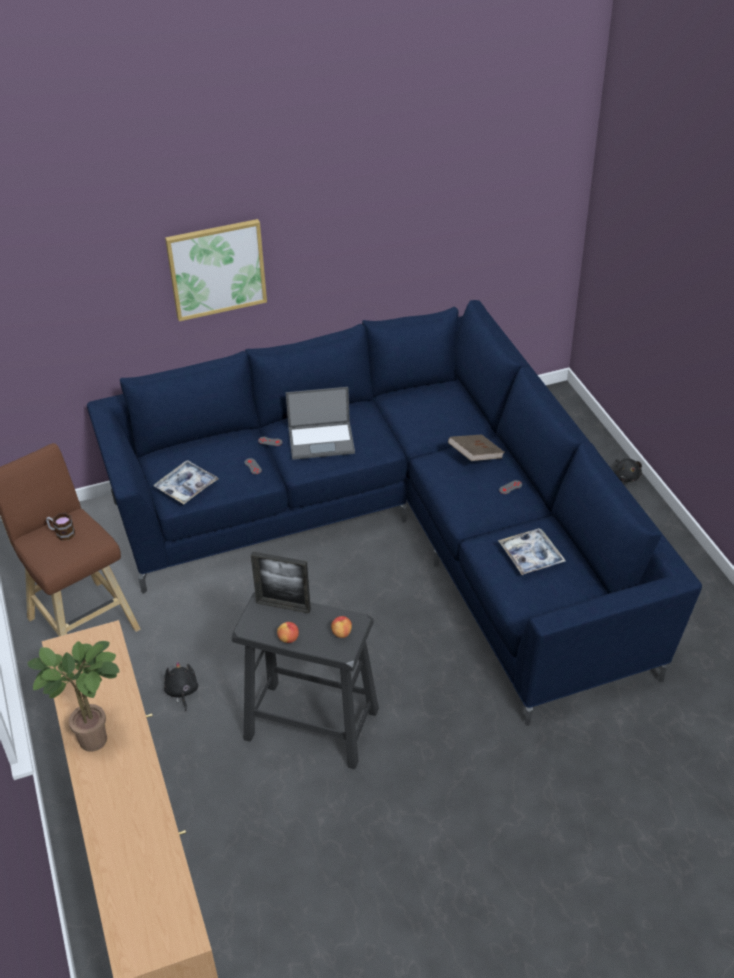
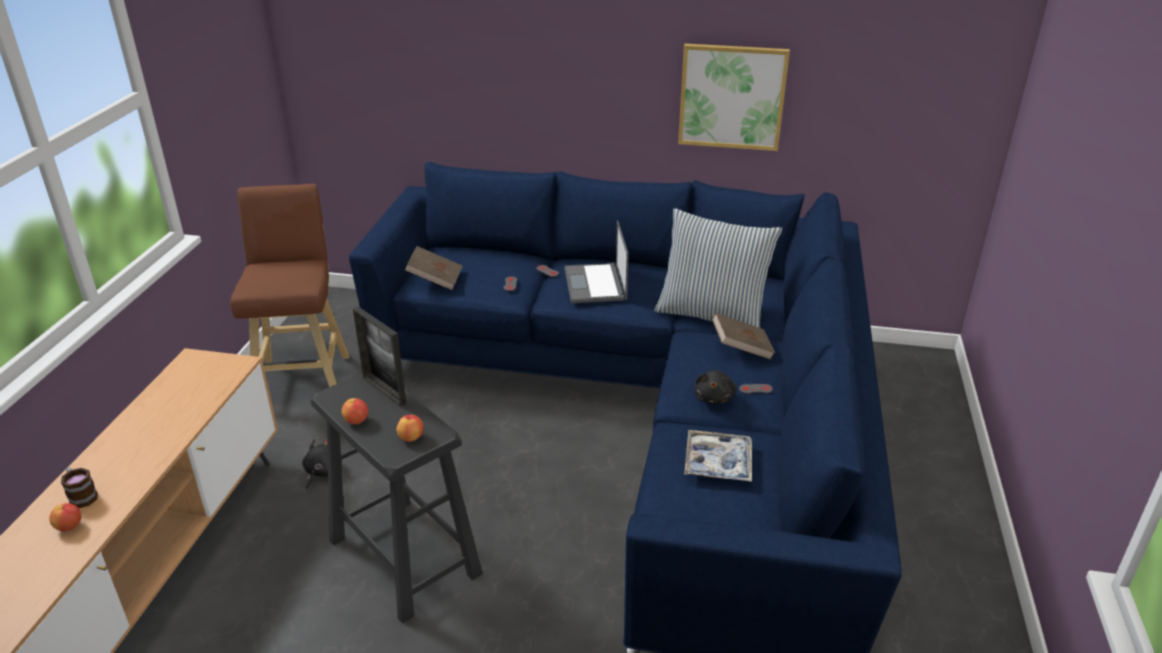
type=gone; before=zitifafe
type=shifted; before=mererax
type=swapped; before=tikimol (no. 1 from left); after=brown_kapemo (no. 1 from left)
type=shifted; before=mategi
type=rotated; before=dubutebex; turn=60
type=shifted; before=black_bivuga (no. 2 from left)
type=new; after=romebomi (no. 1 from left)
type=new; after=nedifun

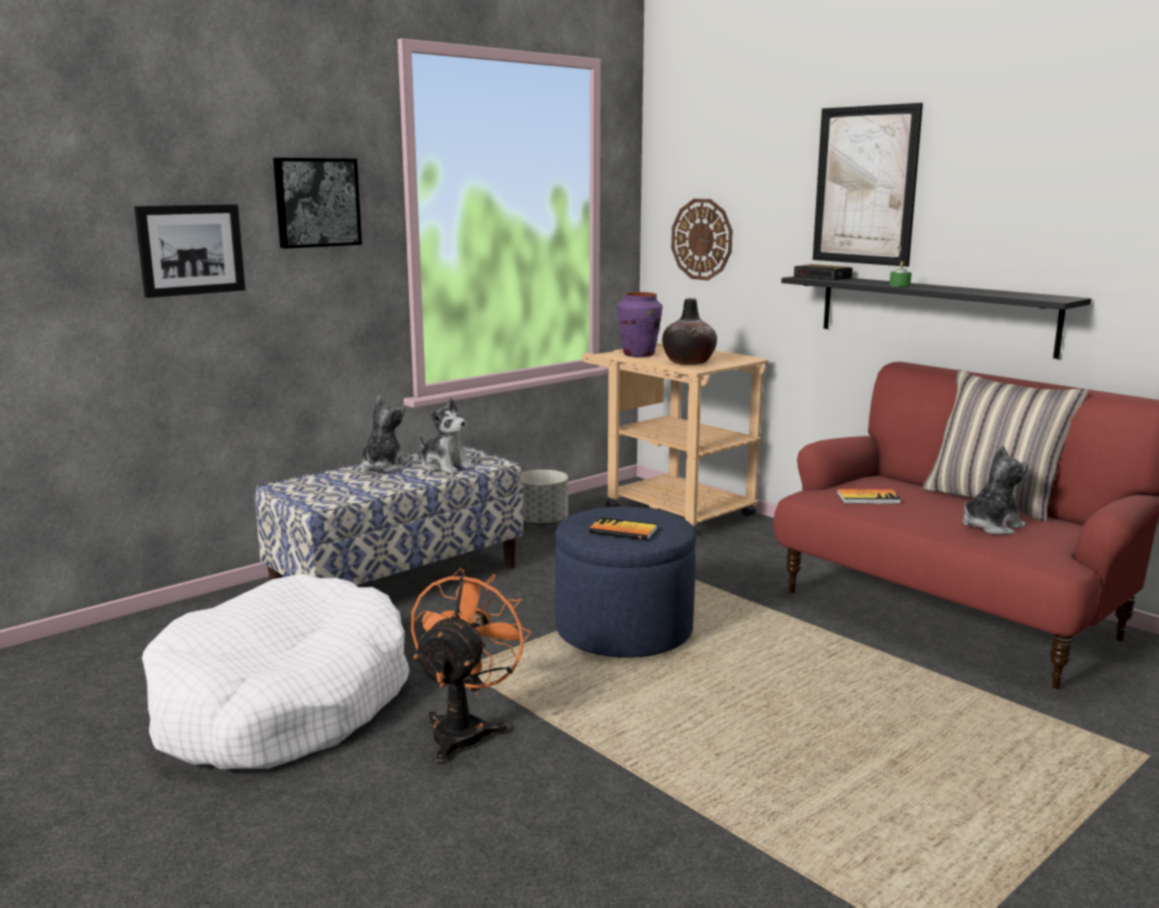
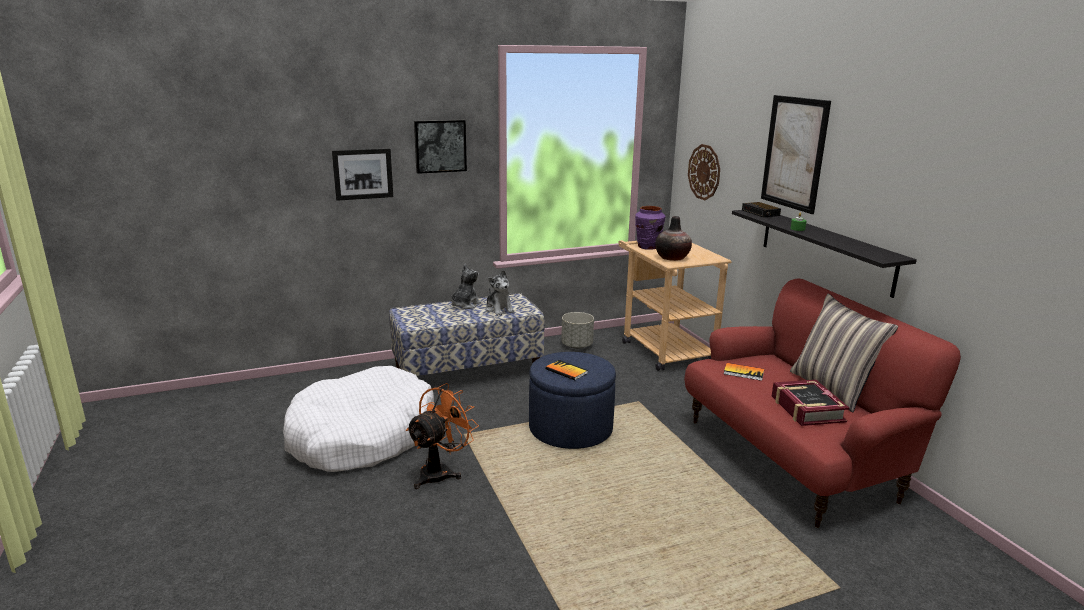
type=swapped; before=bivuga (no. 3 from left); after=kapemo (no. 3 from left)

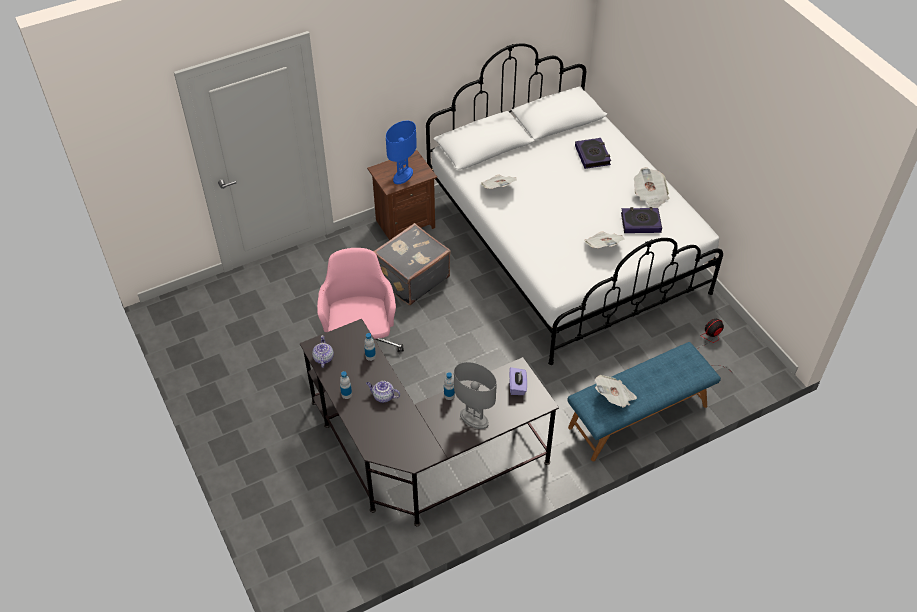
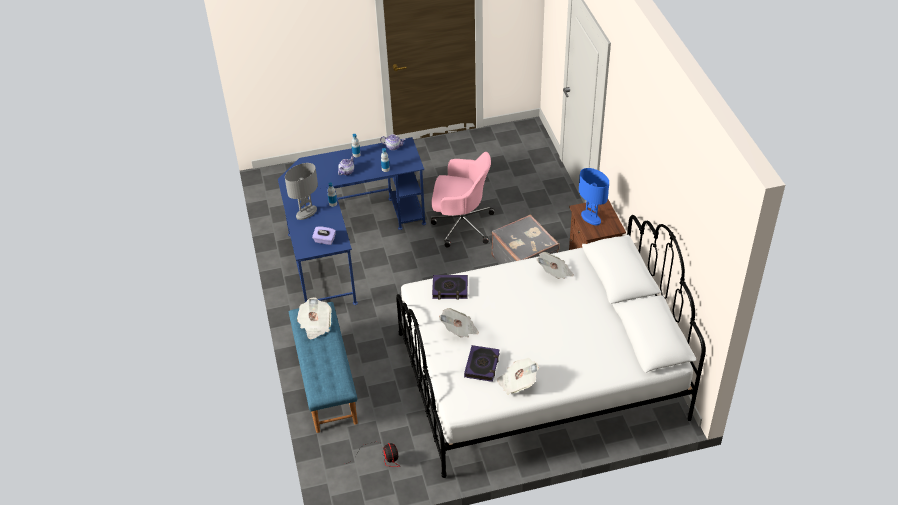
type=repainted; before=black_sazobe; after=blue_sazobe
type=shifted; before=kapemo (no. 1 from left)

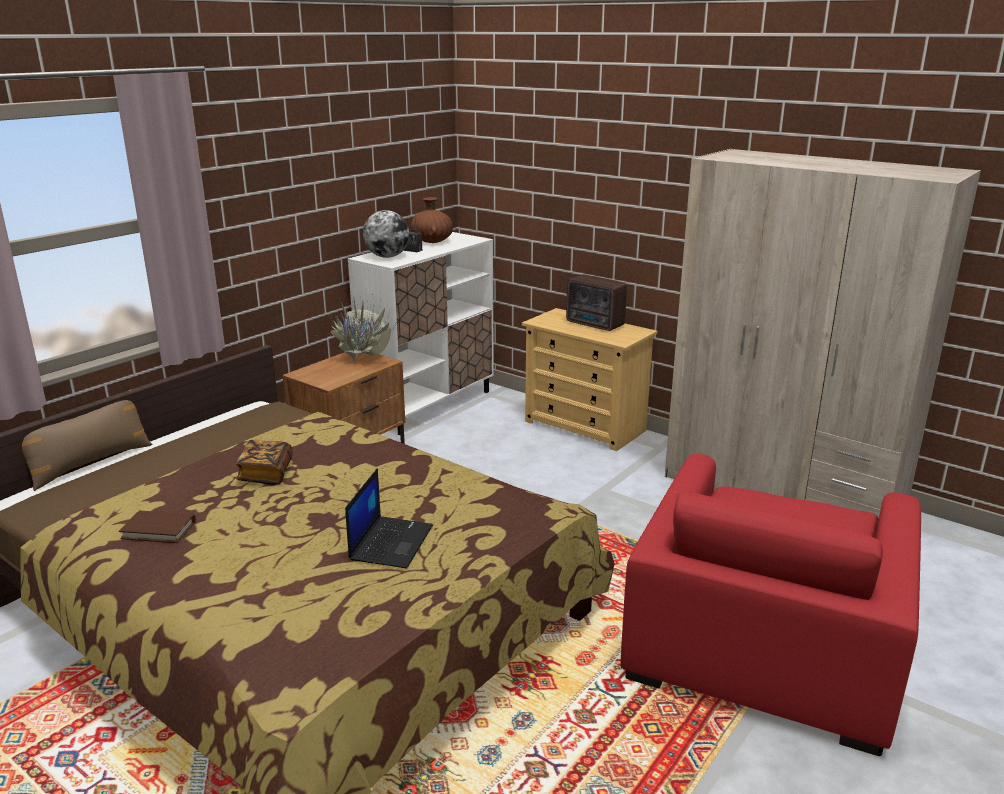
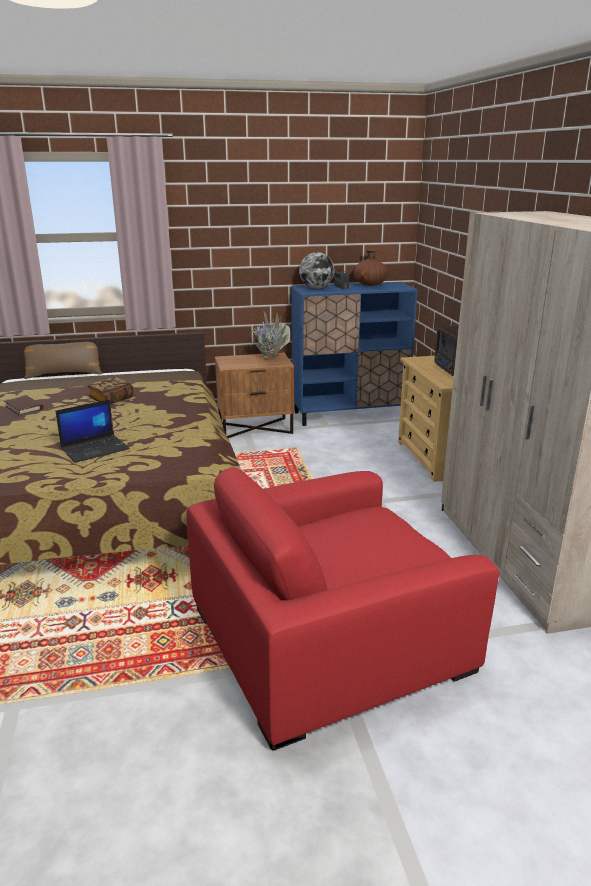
type=repainted; before=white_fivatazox; after=blue_fivatazox

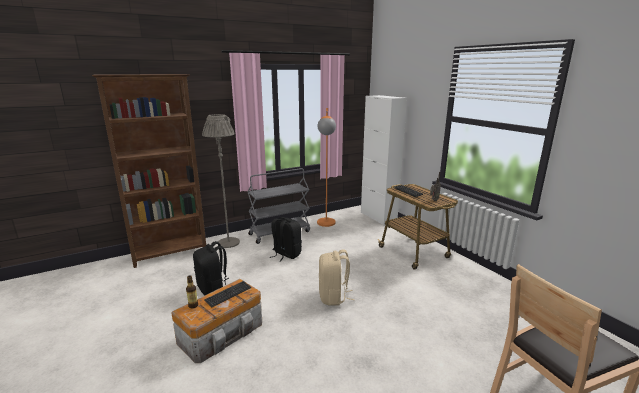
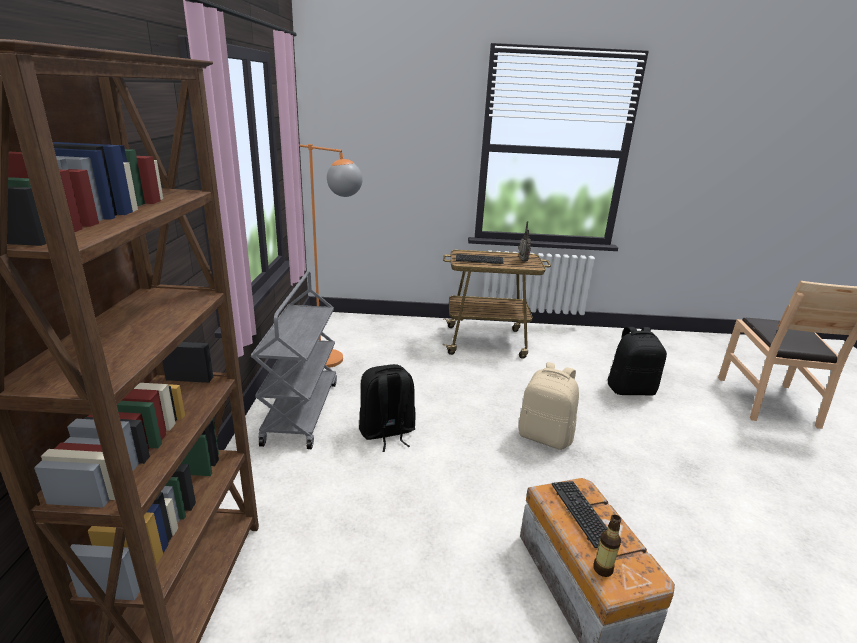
type=shifted; before=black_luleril (no. 1 from left in the first image); after=black_luleril (no. 2 from left)
type=gone; before=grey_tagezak
type=gone; before=white_fivatazox

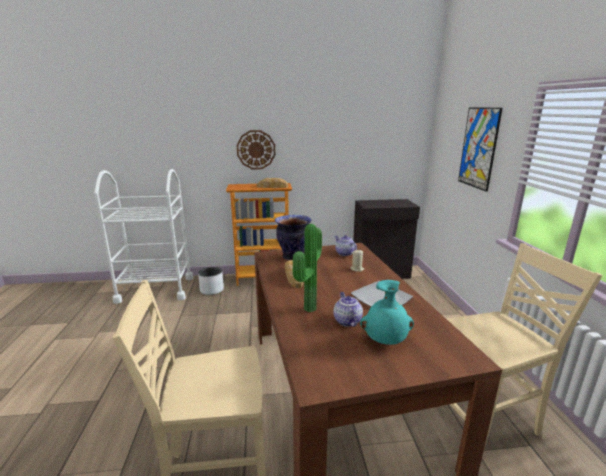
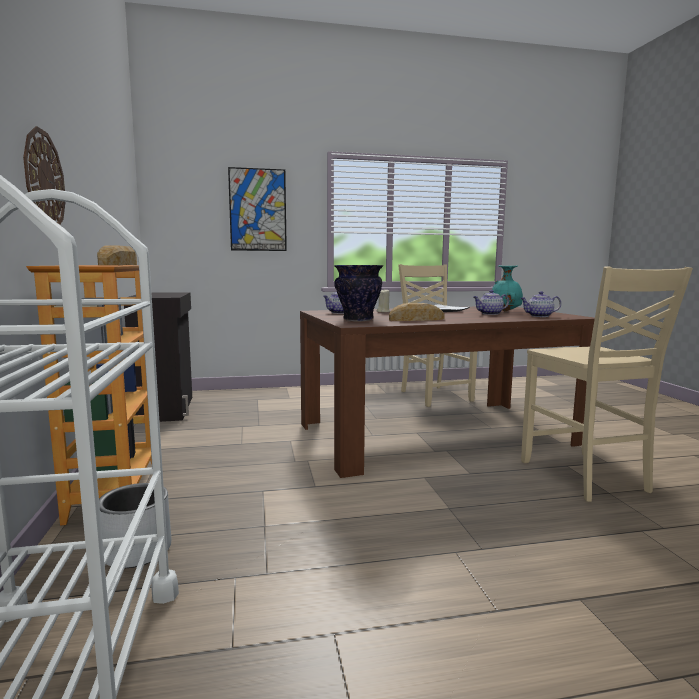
type=gone; before=zitifafe
type=new; after=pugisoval (no. 3 from left)

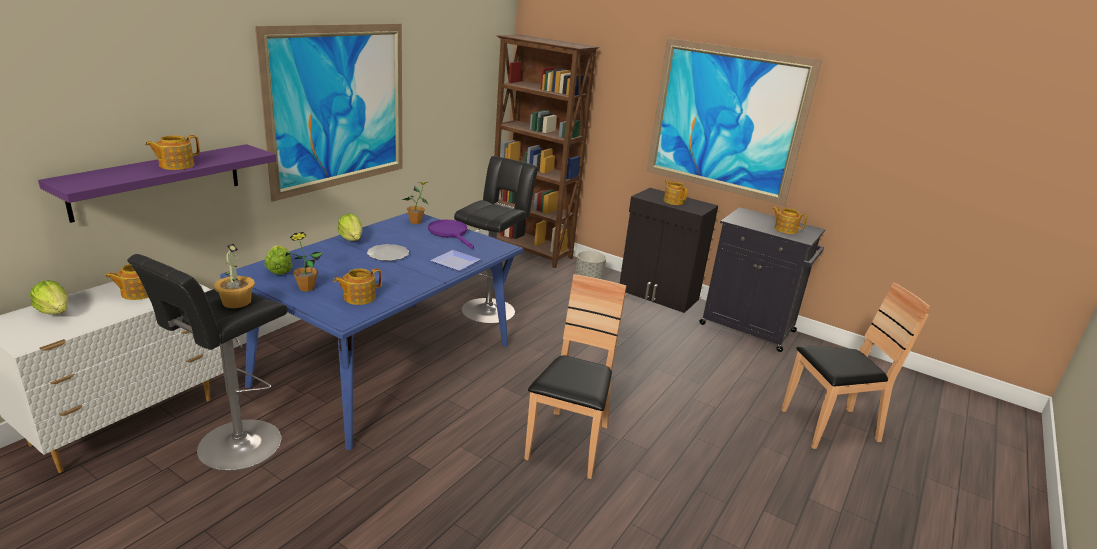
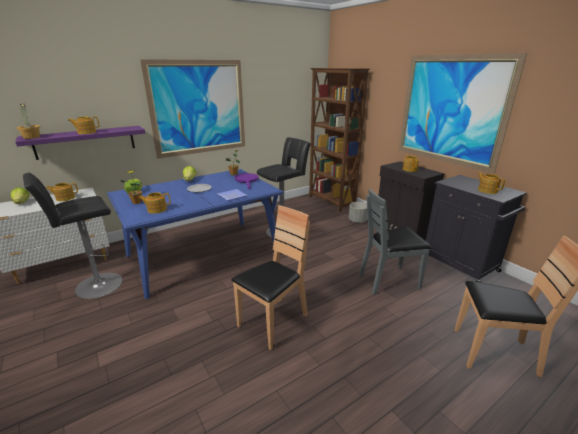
type=shifted; before=zitifafe (no. 1 from left)
type=new; after=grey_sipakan

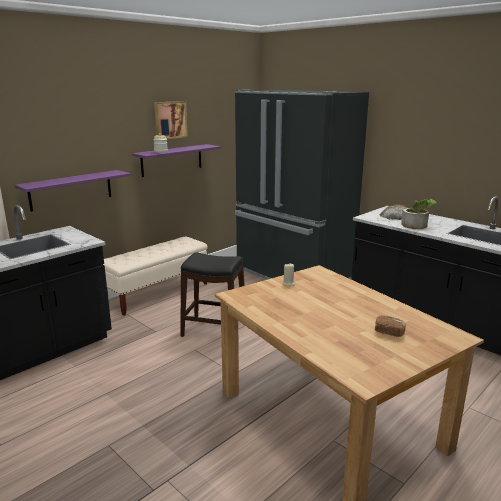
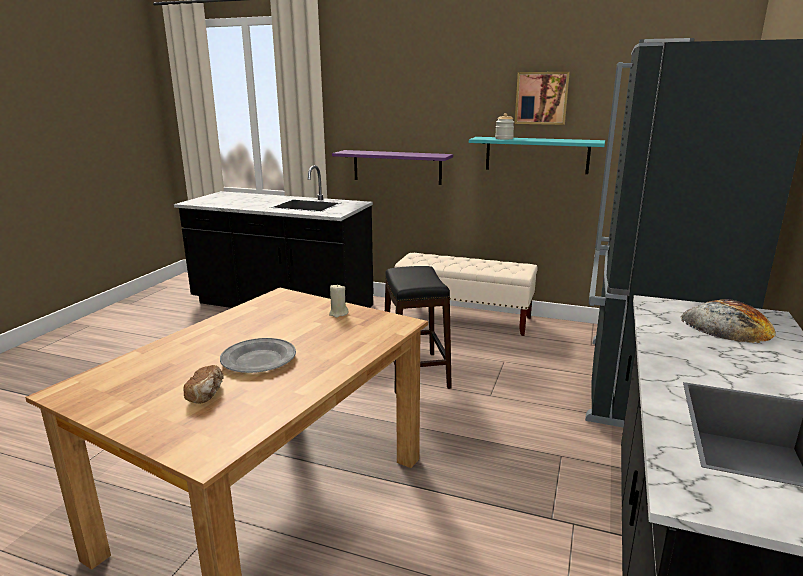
type=repainted; before=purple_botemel (no. 2 from left); after=turquoise_botemel
type=gone; before=zitifafe
type=new; after=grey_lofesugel

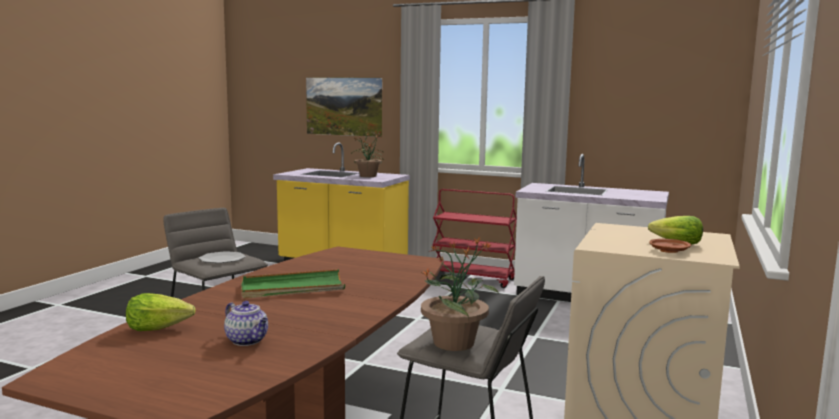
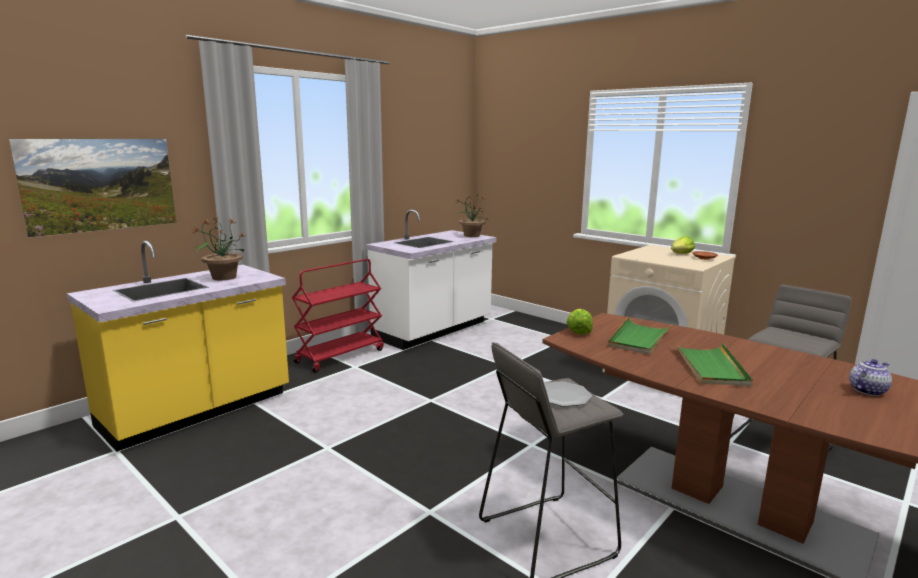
type=shifted; before=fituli (no. 1 from left)
type=shifted; before=zitifafe (no. 2 from left)
type=new; after=green_tikimol (no. 1 from left)

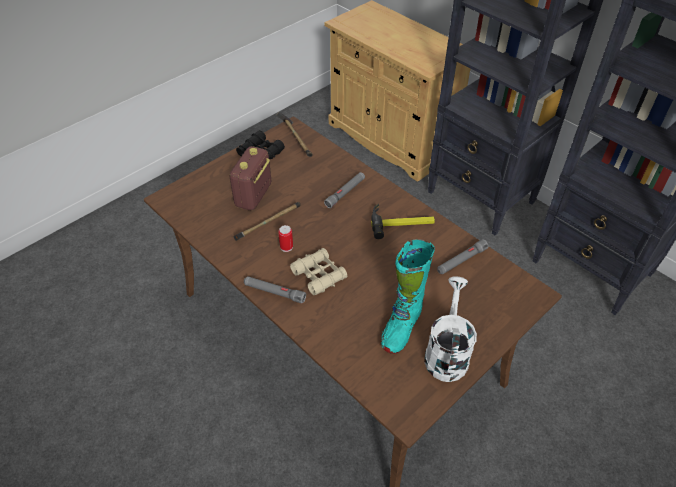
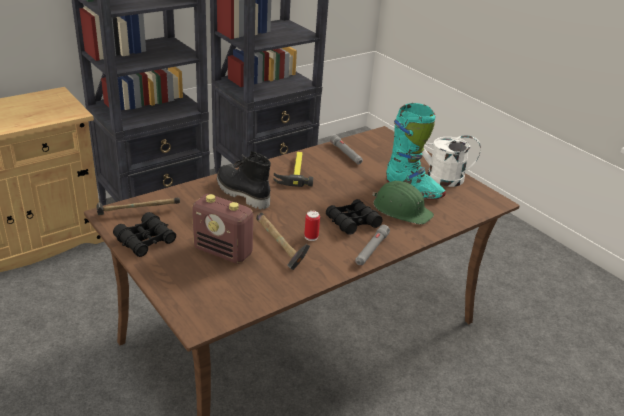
type=repainted; before=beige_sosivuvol; after=black_sosivuvol (no. 2 from left)
type=swapped; before=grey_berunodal (no. 2 from left); after=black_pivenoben
type=new; after=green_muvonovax

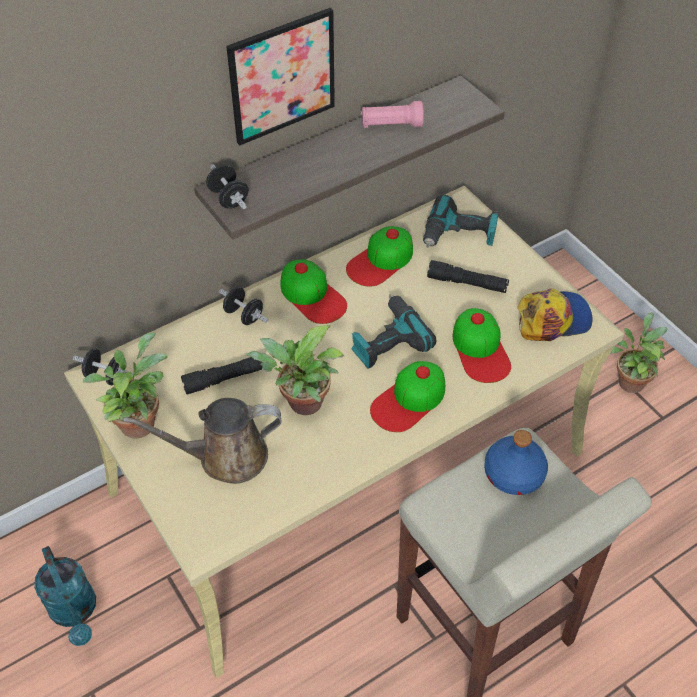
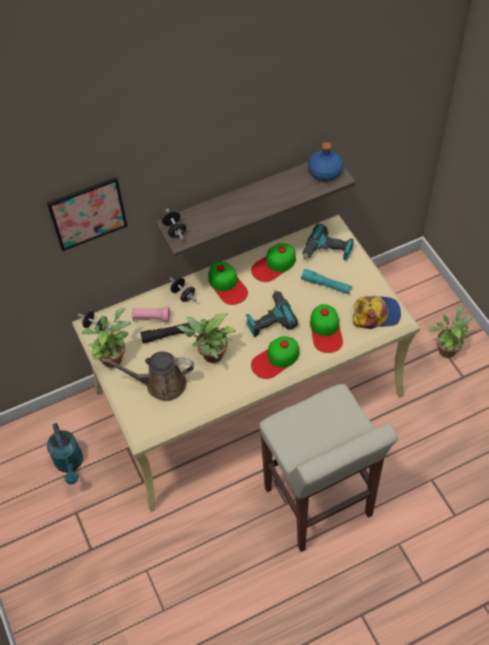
type=shifted; before=mategi
type=shifted; before=pink_berunodal
type=repainted; before=black_berunodal (no. 2 from left); after=turquoise_berunodal
type=shifted; before=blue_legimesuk

